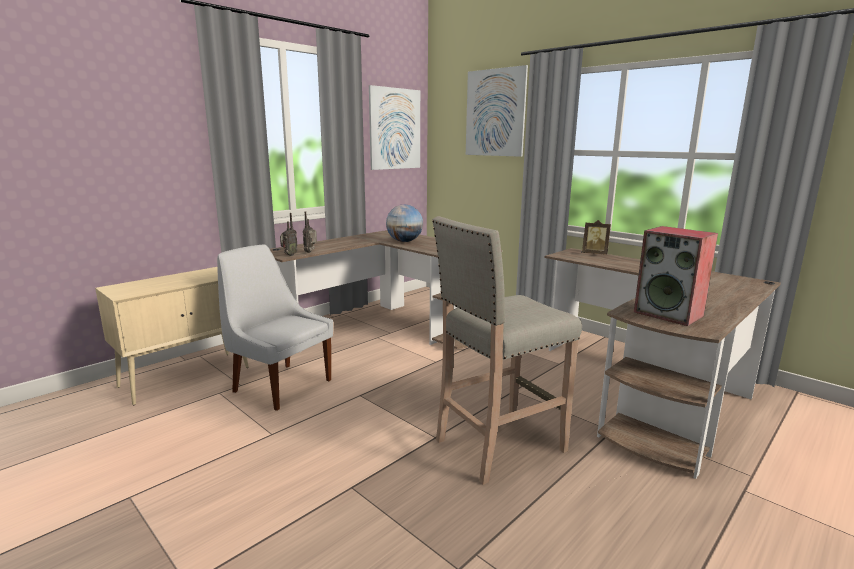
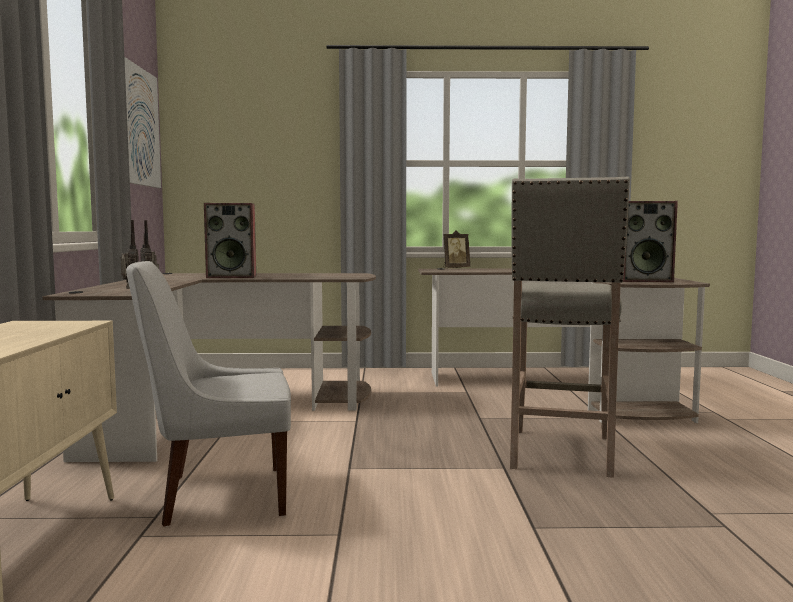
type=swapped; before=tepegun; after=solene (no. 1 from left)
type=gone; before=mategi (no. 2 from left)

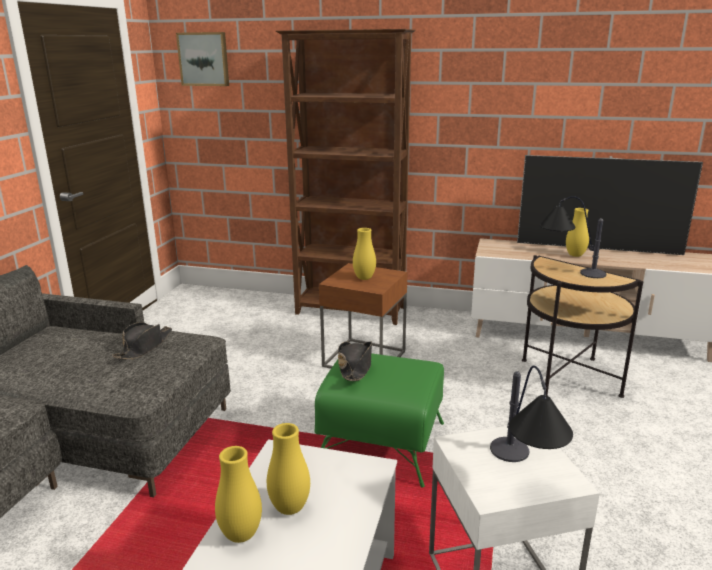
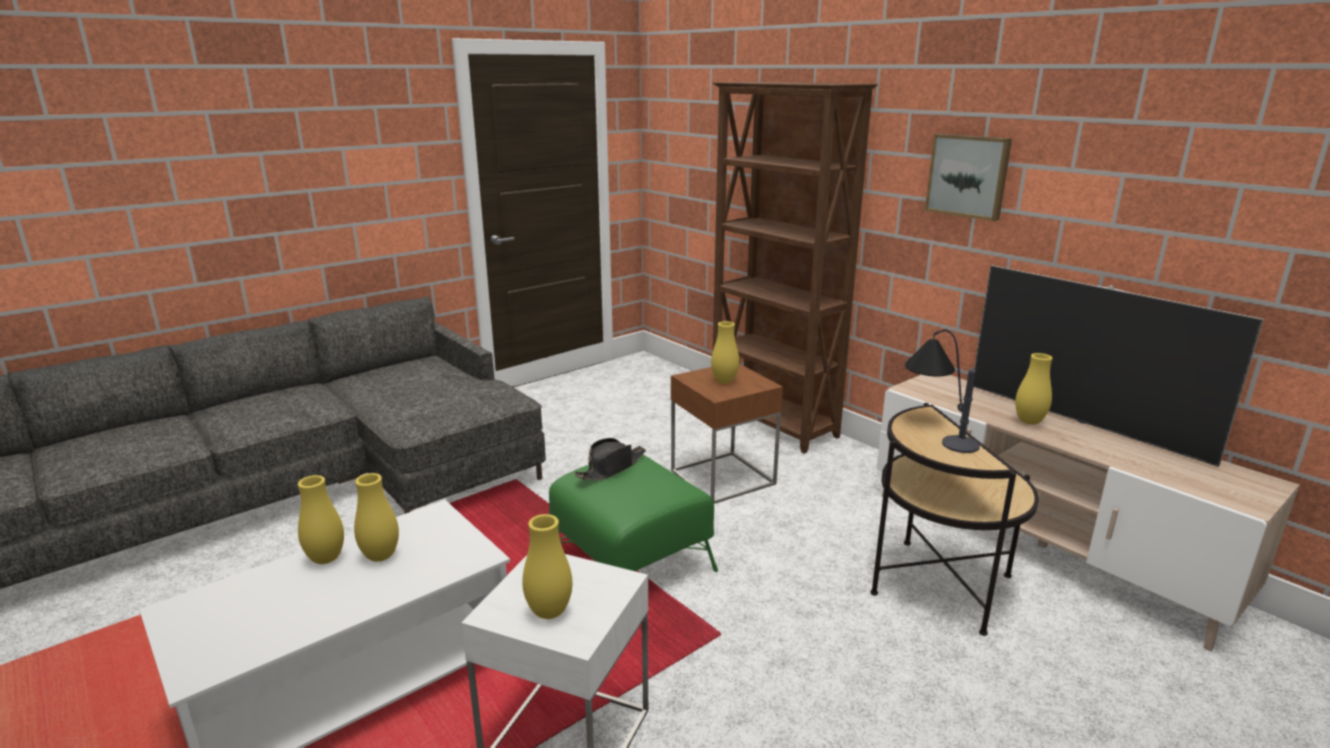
type=gone; before=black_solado (no. 1 from left)
type=shifted; before=mategi
type=swapped; before=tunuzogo (no. 1 from left); after=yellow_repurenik (no. 3 from left)

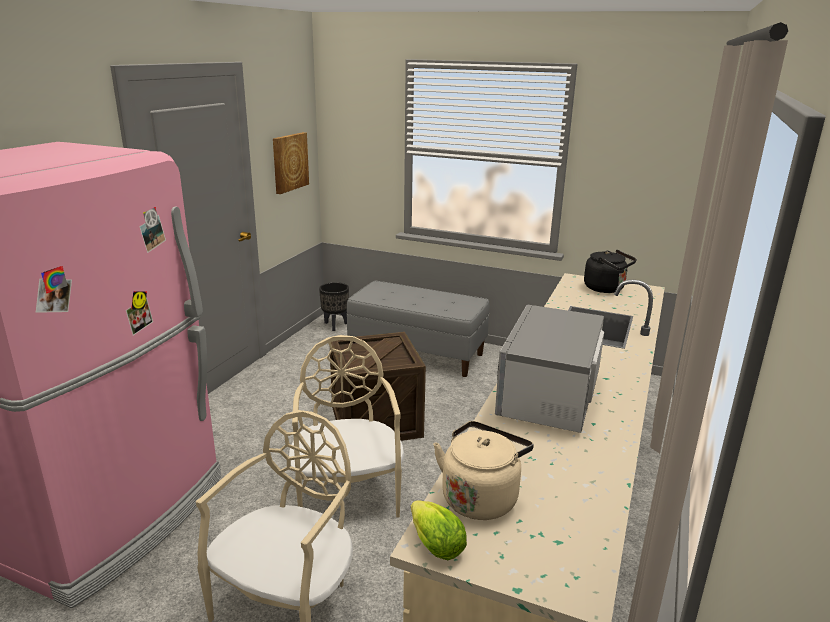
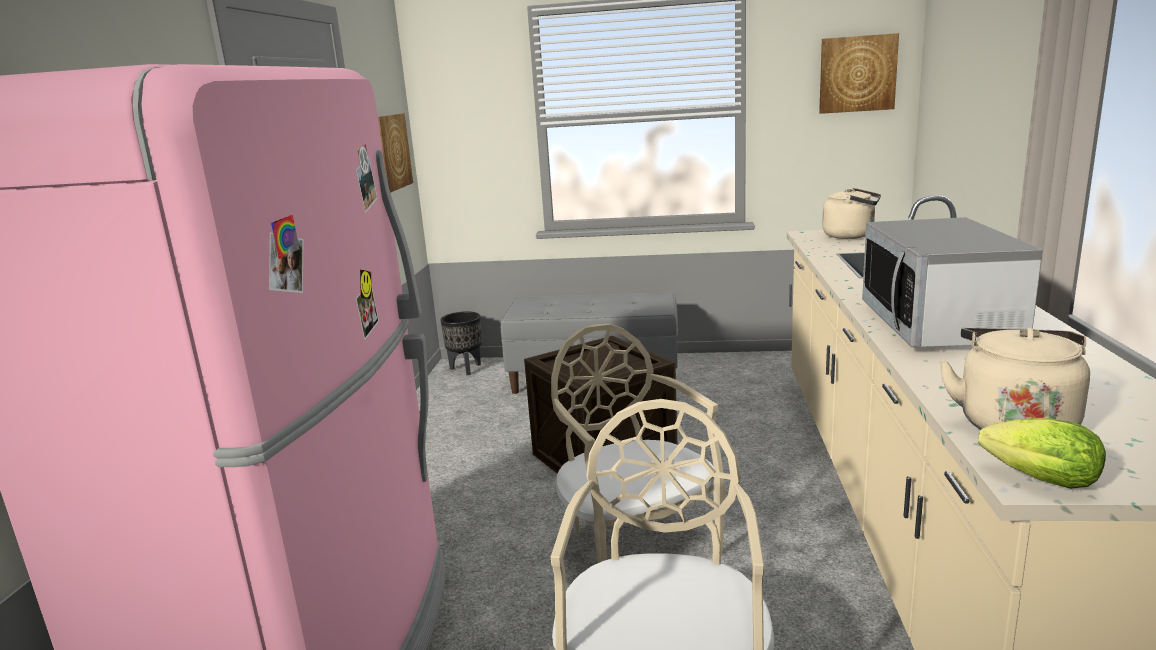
type=repainted; before=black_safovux; after=beige_safovux (no. 1 from left)
type=new; after=mategi (no. 2 from left)

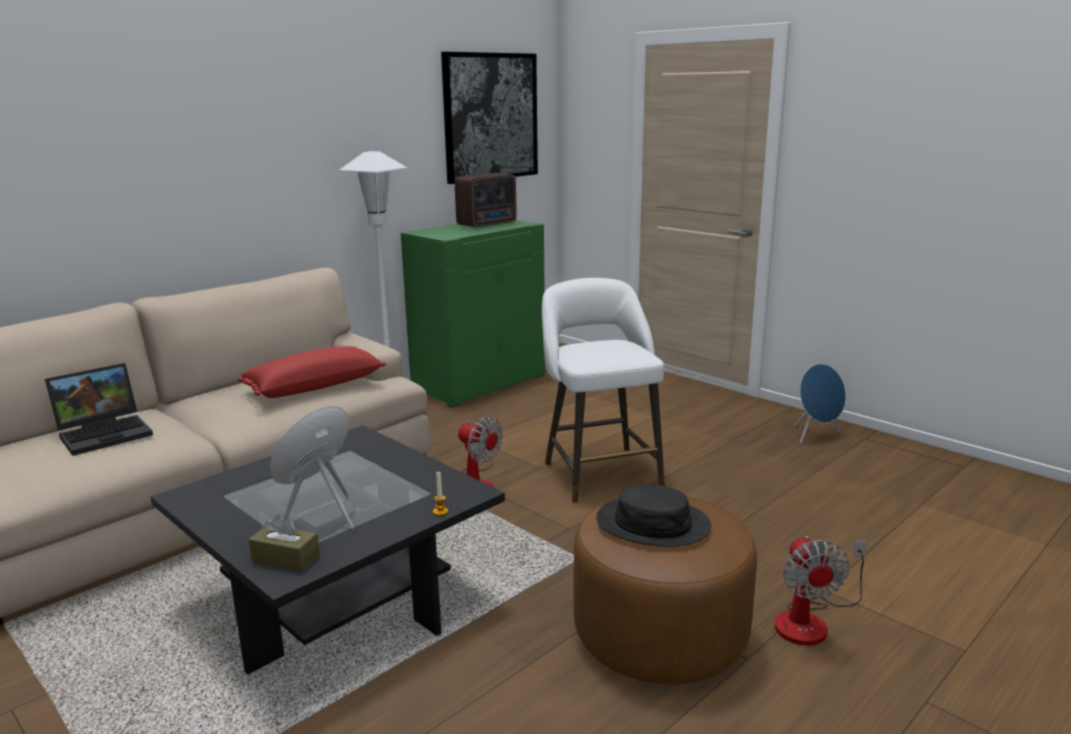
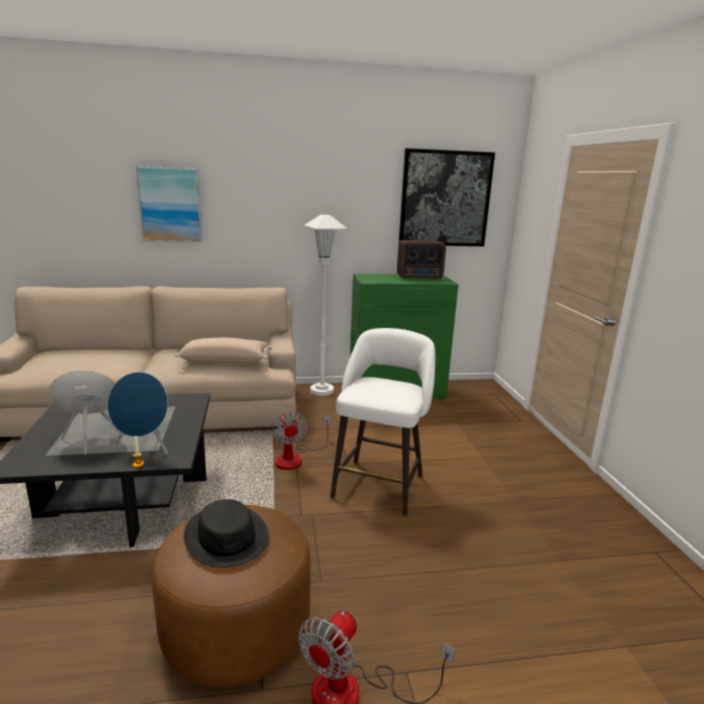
type=gone; before=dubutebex
type=repainted; before=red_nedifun; after=beige_nedifun
type=gone; before=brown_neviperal
type=shifted; before=blue_solene (no. 2 from left)
type=new; after=mategi (no. 1 from left)

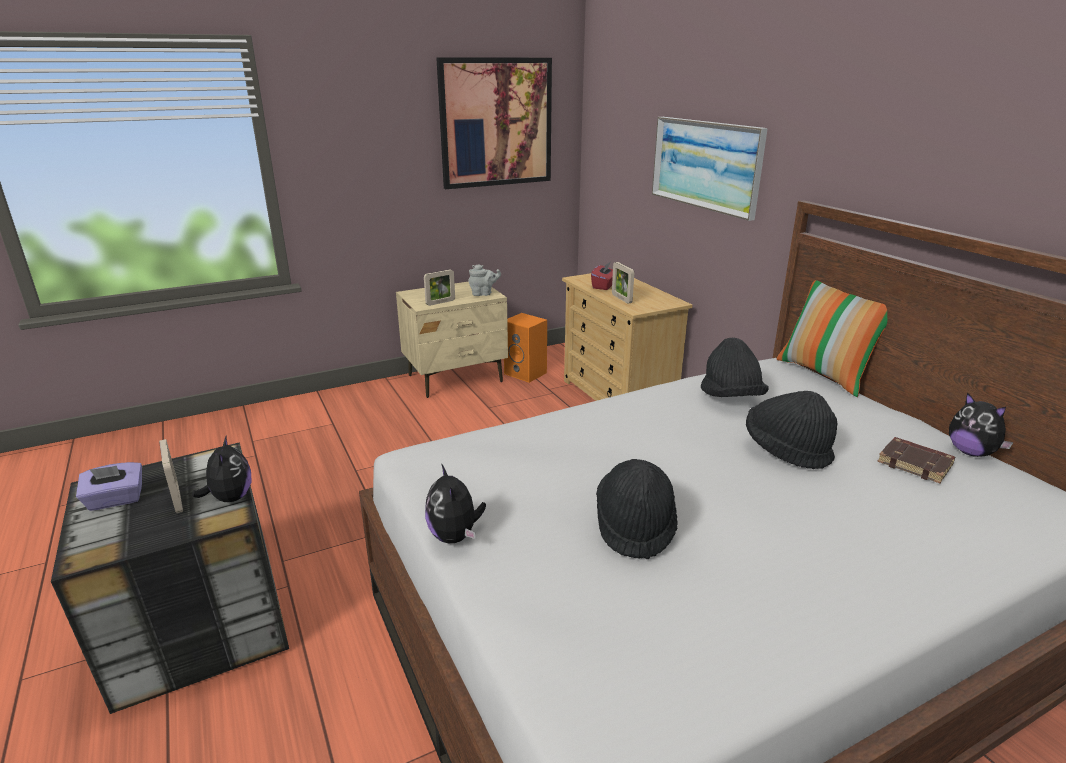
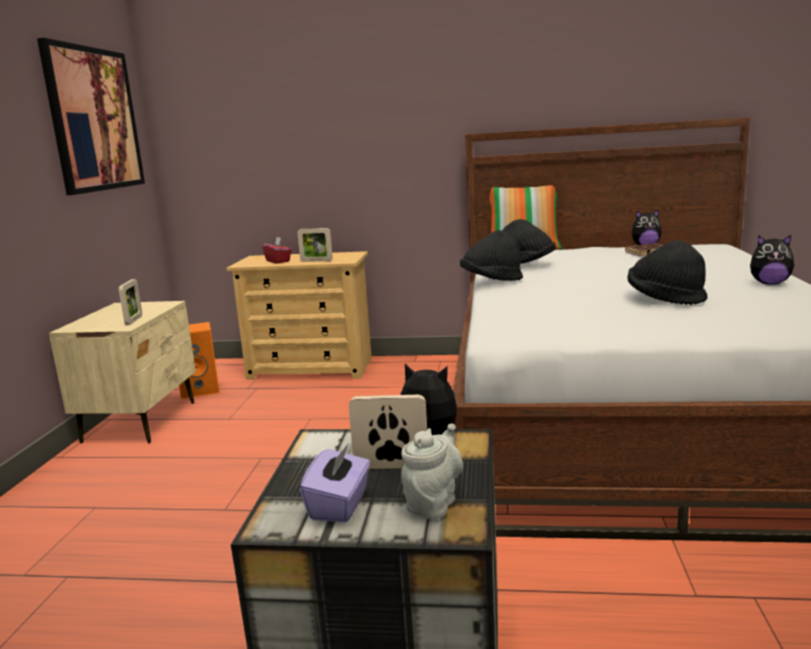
type=shifted; before=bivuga (no. 2 from left in the first image); after=bivuga (no. 3 from left)
type=shifted; before=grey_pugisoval
type=gone; before=mategi (no. 2 from left)
type=shifted; before=black_solado (no. 3 from left in the first image); after=black_solado (no. 1 from left)

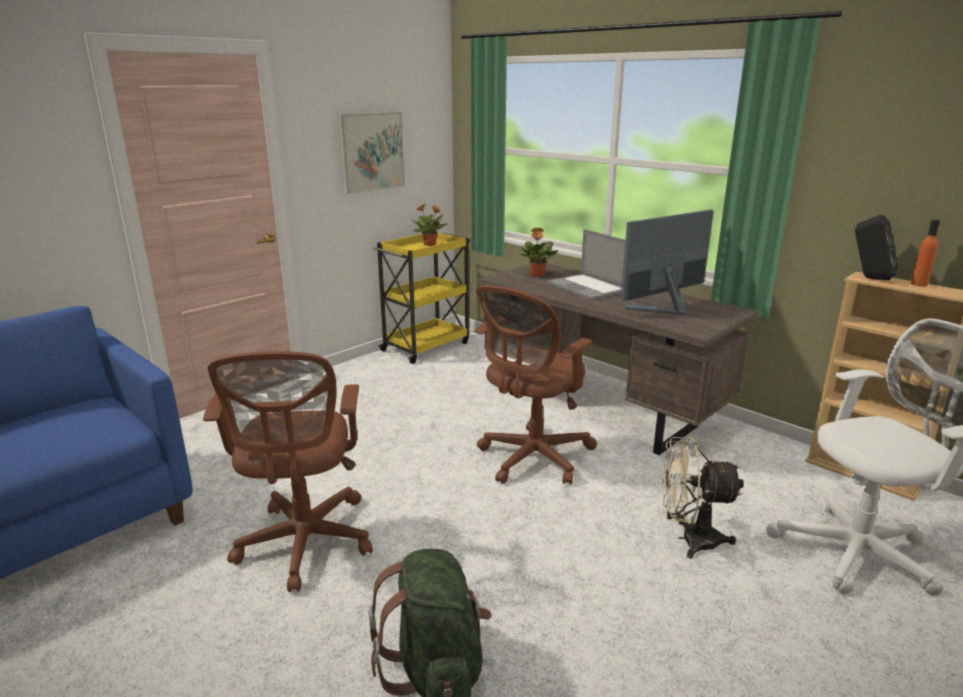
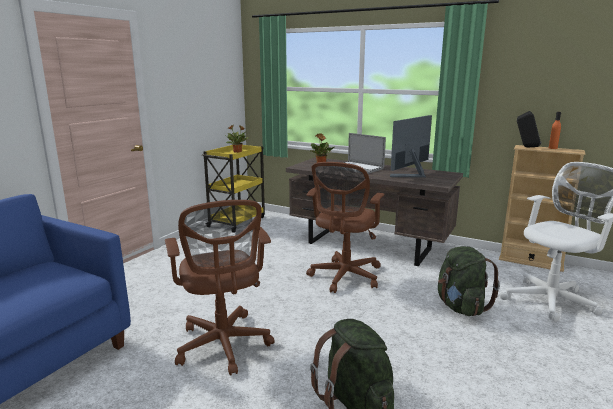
type=gone; before=mategi
type=swapped; before=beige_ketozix; after=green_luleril (no. 2 from left)

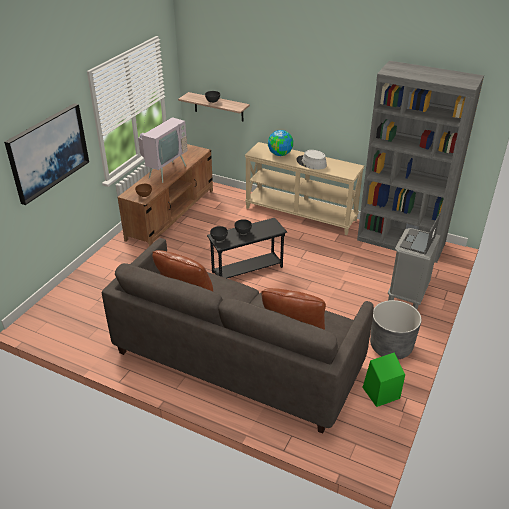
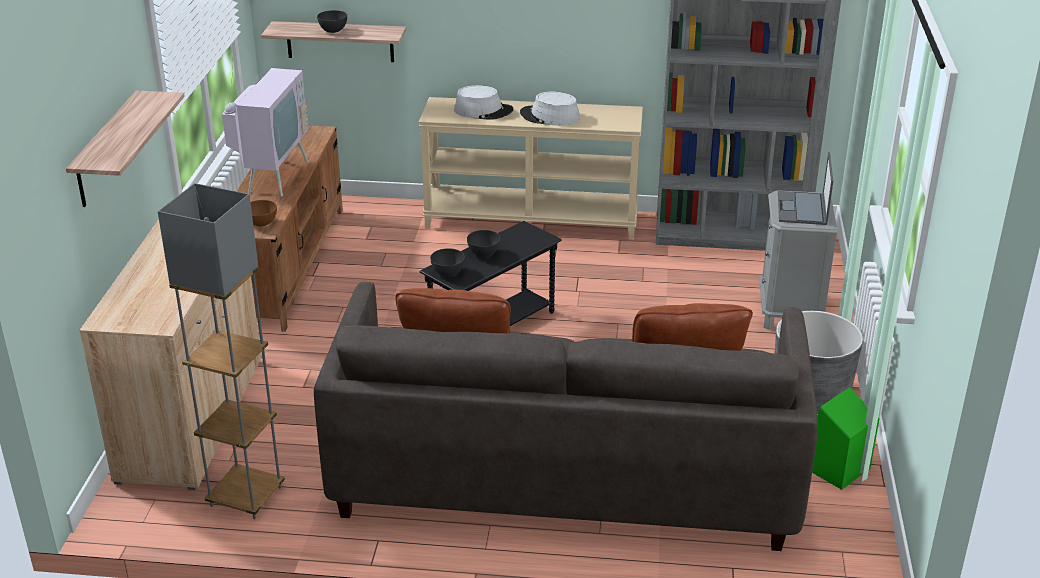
type=swapped; before=mategi; after=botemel (no. 1 from left)
type=swapped; before=tepegun; after=grey_solado (no. 1 from left)
type=new; after=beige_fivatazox
type=new; after=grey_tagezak

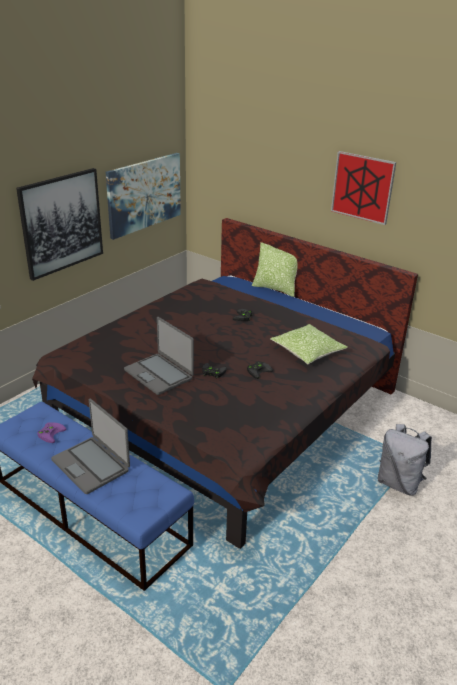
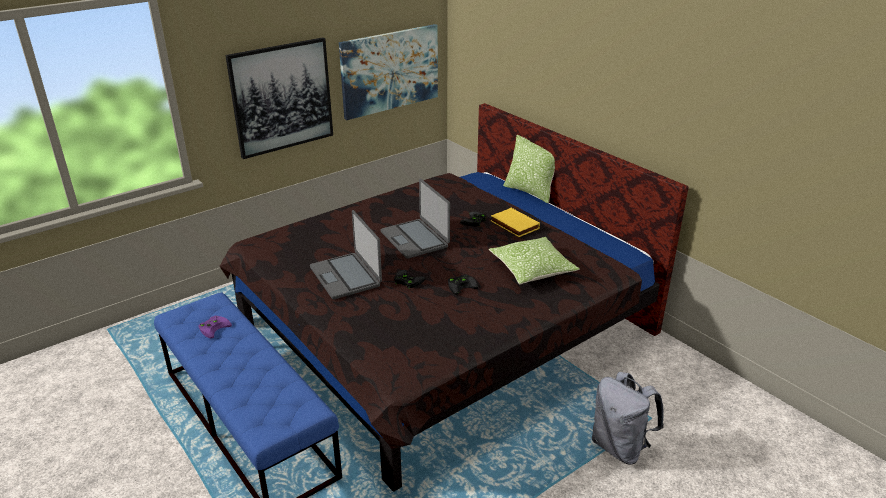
type=shifted; before=dubutebex (no. 1 from left in the first image); after=dubutebex (no. 2 from left)
type=gone; before=mategi (no. 3 from left)
type=new; after=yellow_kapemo

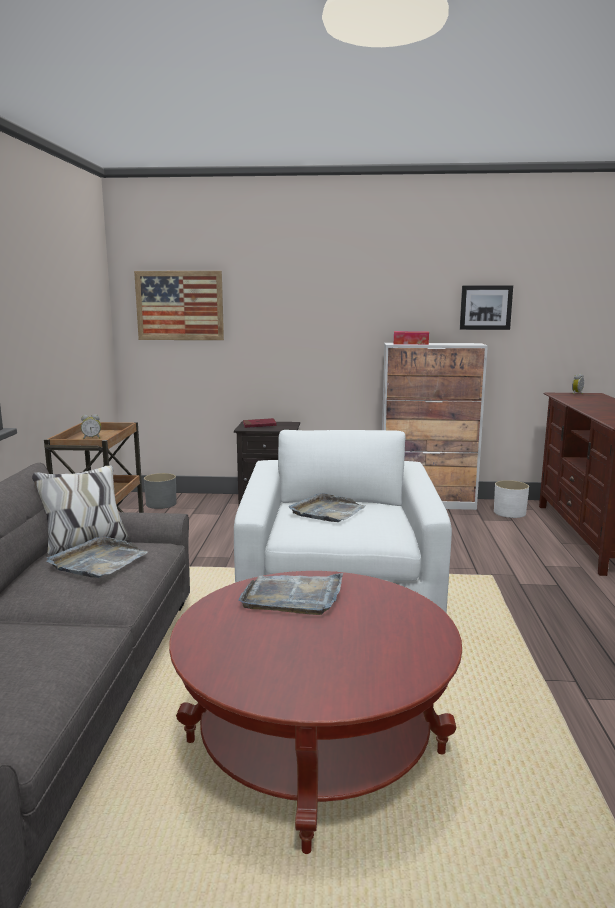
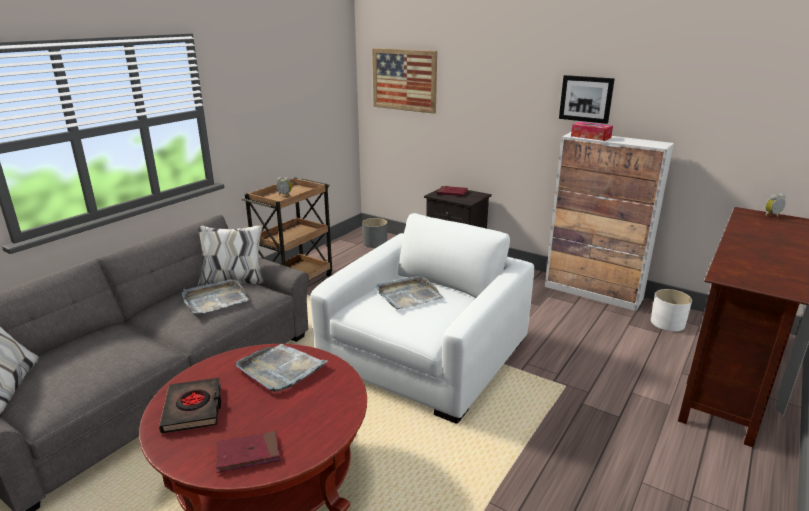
type=shifted; before=mategi (no. 2 from left)
type=new; after=black_kapemo
type=new; after=red_kapemo (no. 1 from left)

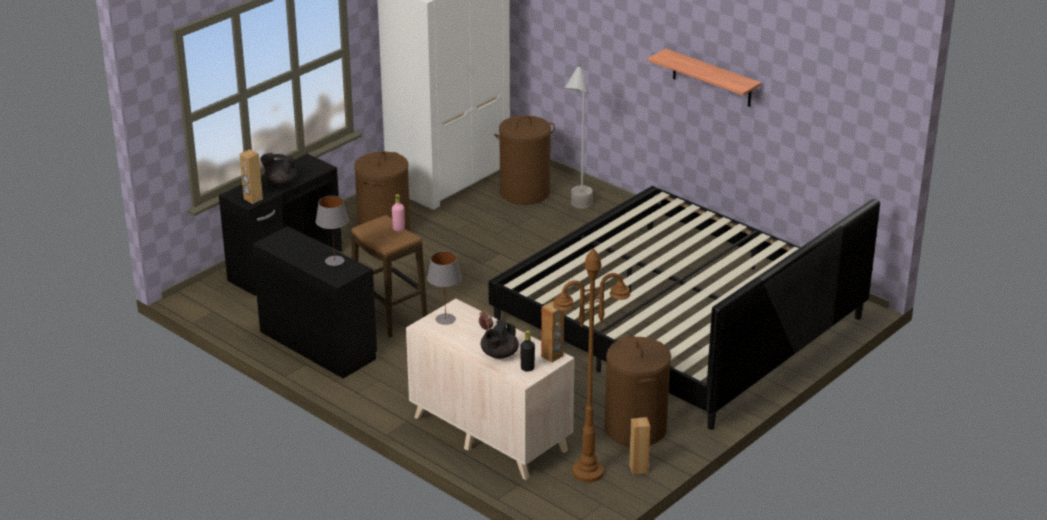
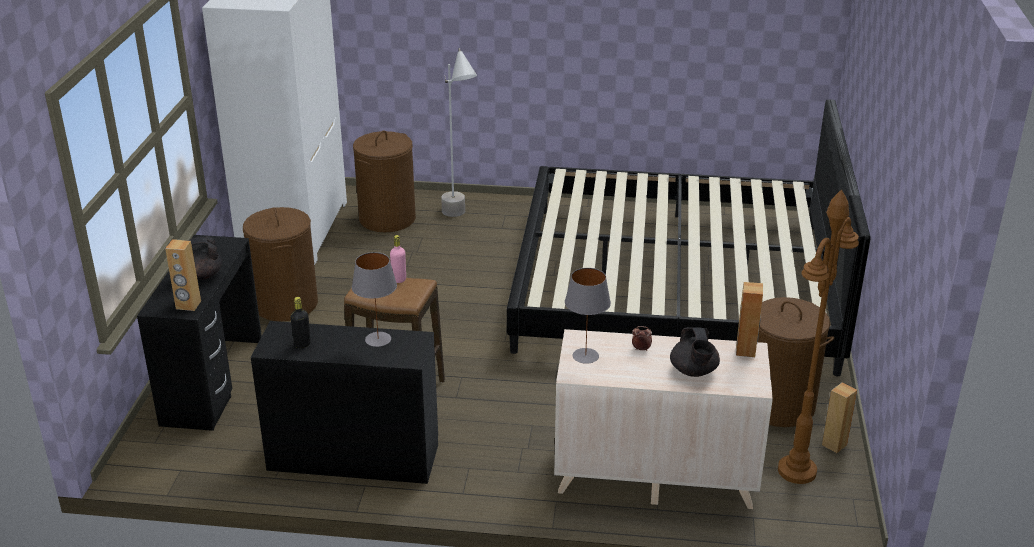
type=shifted; before=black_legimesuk
type=gone; before=botemel

